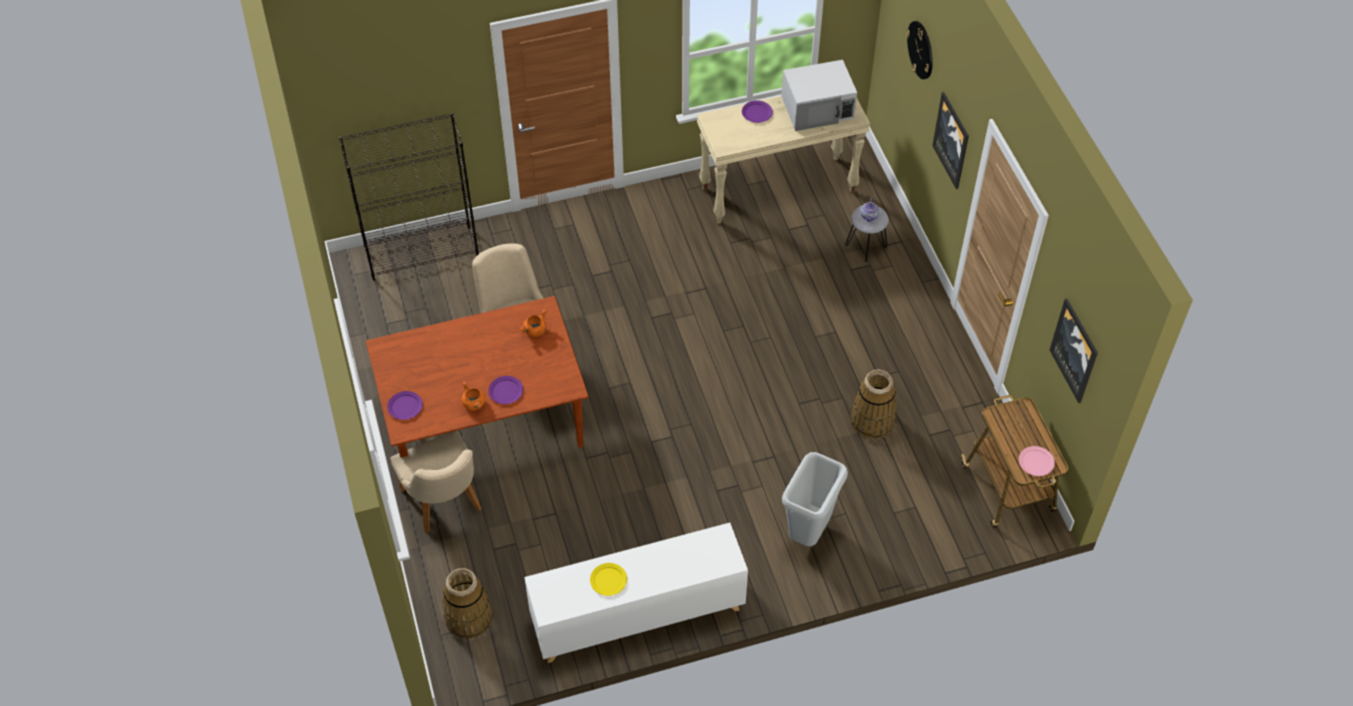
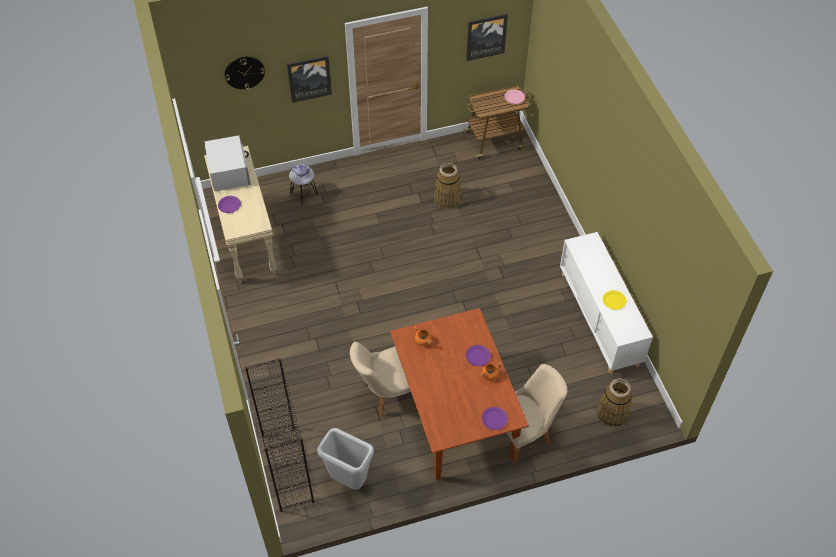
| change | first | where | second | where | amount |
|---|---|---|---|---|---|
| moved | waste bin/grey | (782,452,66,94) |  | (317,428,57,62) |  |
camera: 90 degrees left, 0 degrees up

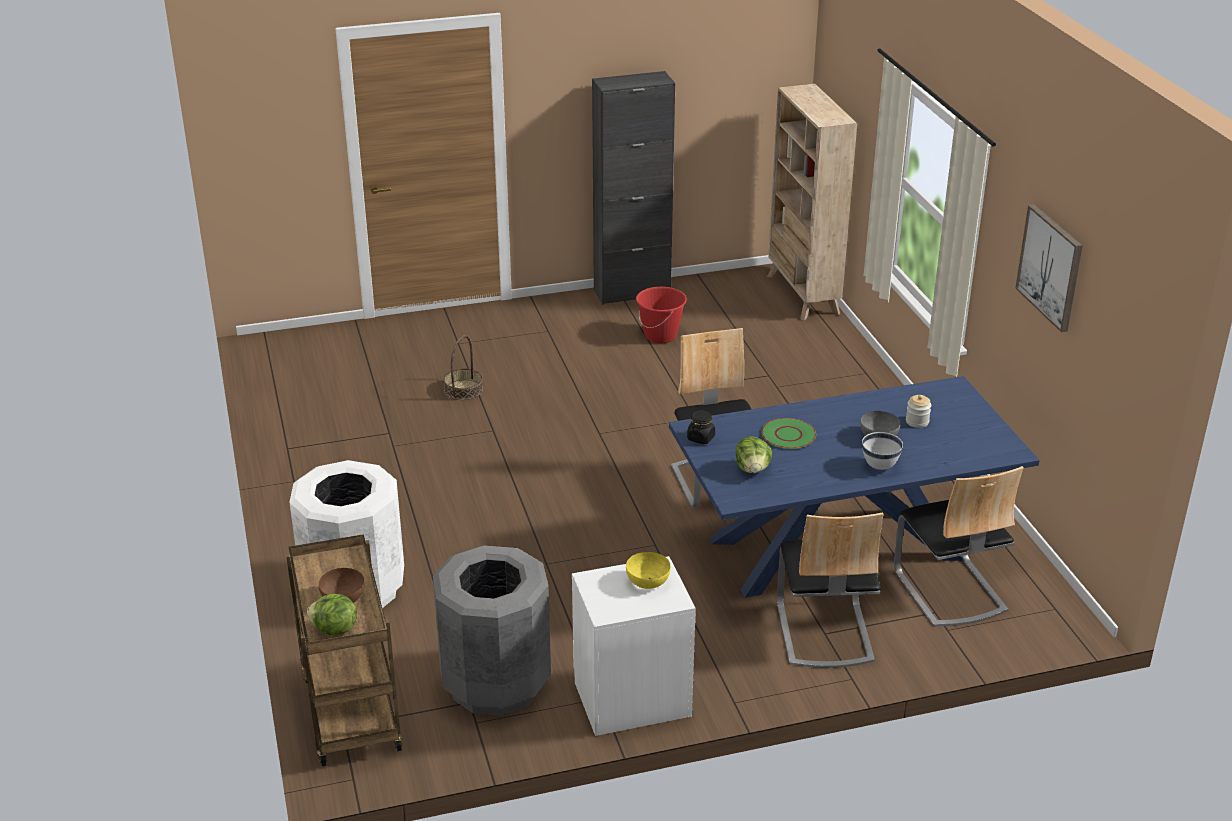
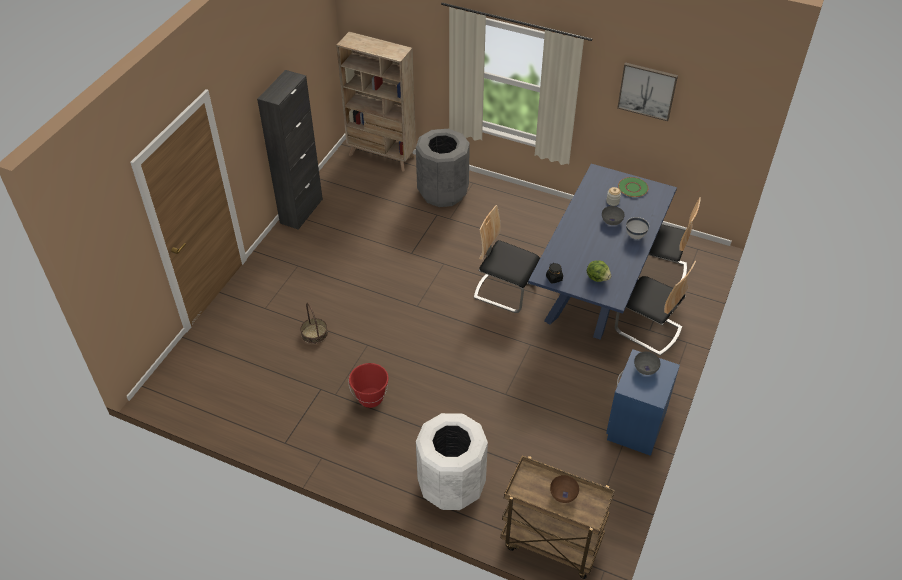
| change | first | where | second | where | amount |
|---|---|---|---|---|---|
| moved | pail/red-coloured | (636,287,51,56) |  | (349,363,39,45) |  |
| moved | flat dish/green-coloured | (761,418,55,31) |  | (618,177,30,20) |  |
| moved | waste bin/grey | (433,545,118,171) |  | (416,129,54,78) |  |
| recoloured | serving bowl/yellowish | (626,552,45,37) | serving bowl/grey | (634,351,26,24) |  |
| recoloured | bedside table/white | (572,556,124,180) | bedside table/blue-coloured | (606,349,74,107) |  |
| removed | head of lettuce | (307,594,50,42) |  |  |  |
camera: 50 degrees left, 15 degrees up

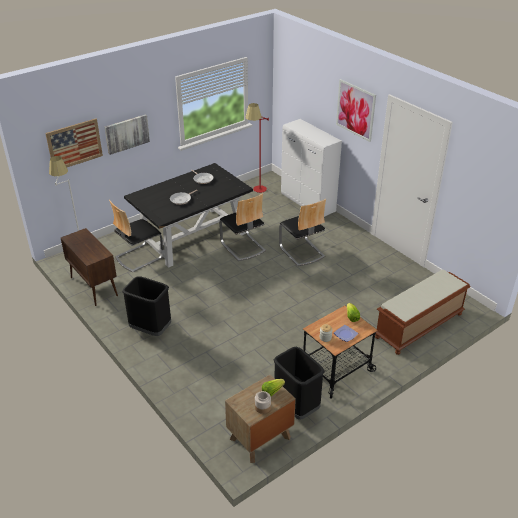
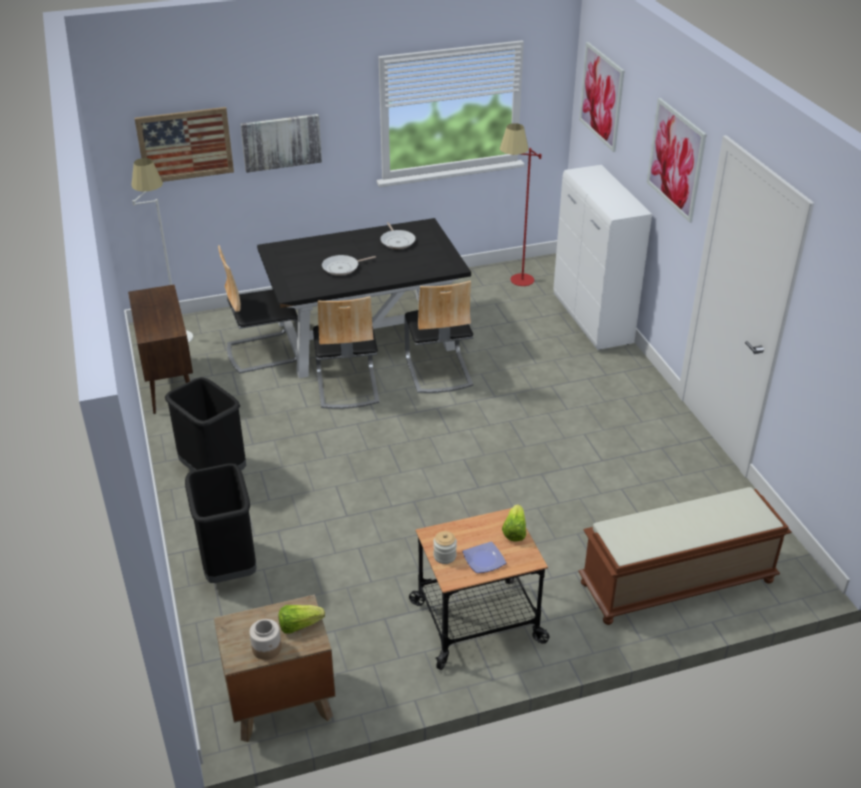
| change | first | where | second | where | amount |
|---|---|---|---|---|---|
| moved | upright chair | (279,199,47,67) |  | (313,296,67,113) |  |
| moved | waste bin/black-coloured | (274,346,51,74) |  | (185,463,72,120) |  |
| added |  |  | wall art | (579,42,45,110) |  |
camera: 20 degrees right, 0 degrees up

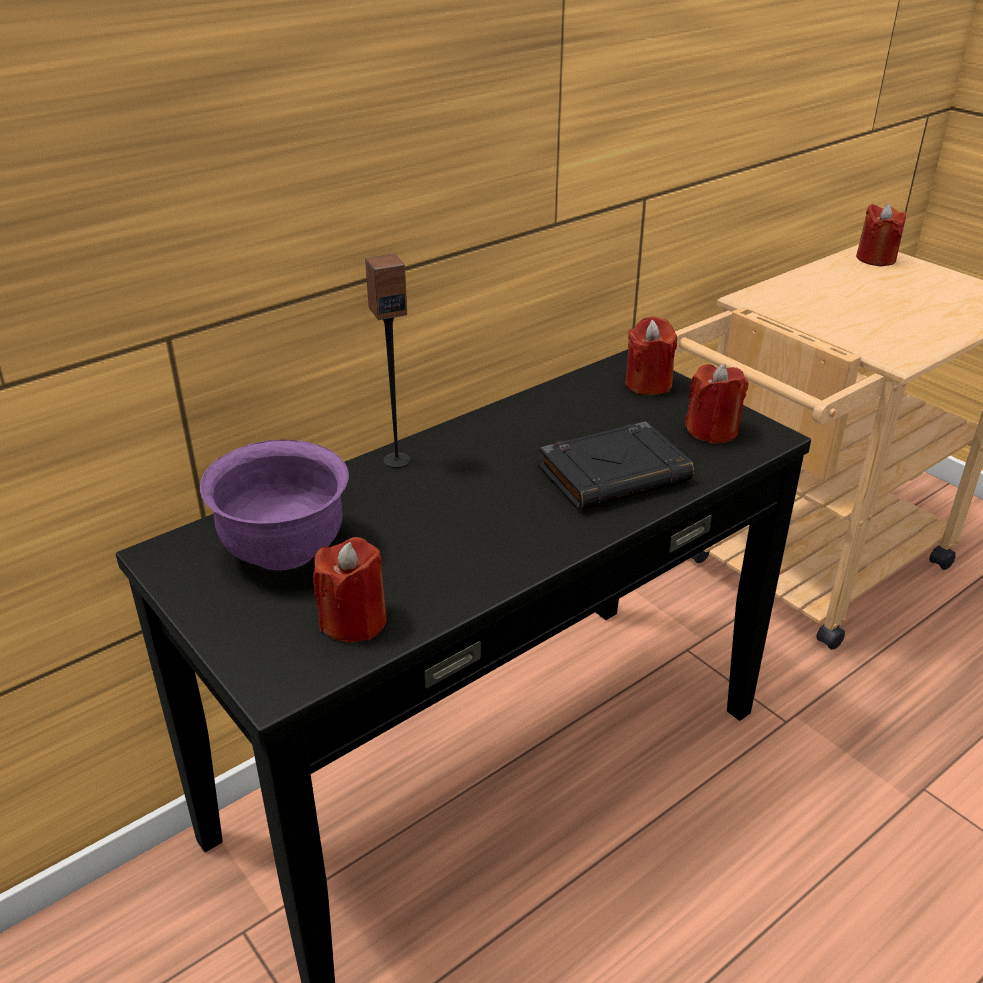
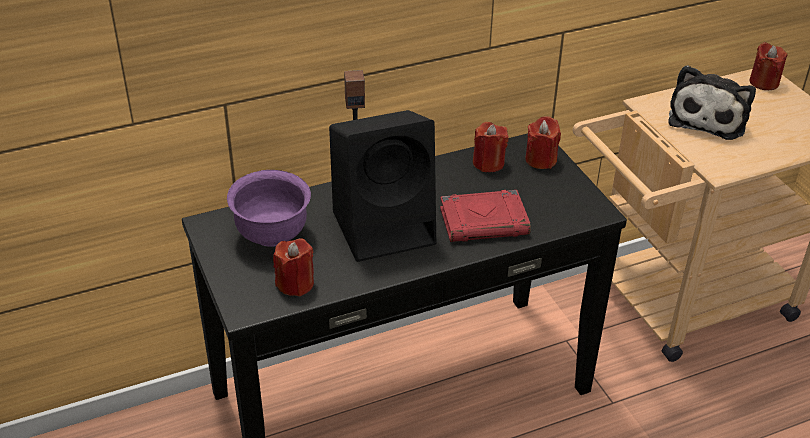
| change | first | where | second | where | amount |
|---|---|---|---|---|---|
| moved | candle/red-coloured | (685,364,64,80) |  | (473,122,36,50) |  |
| recoloured | book/black-coloured | (538,421,156,90) | book/red-coloured | (440,190,91,52) |  |
| added |  |  | cuddly toy | (668,65,88,75) |  |
| added |  |  | speaker/black-coloured | (329,110,107,152) |  |
camera: 15 degrees right, 5 degrees up

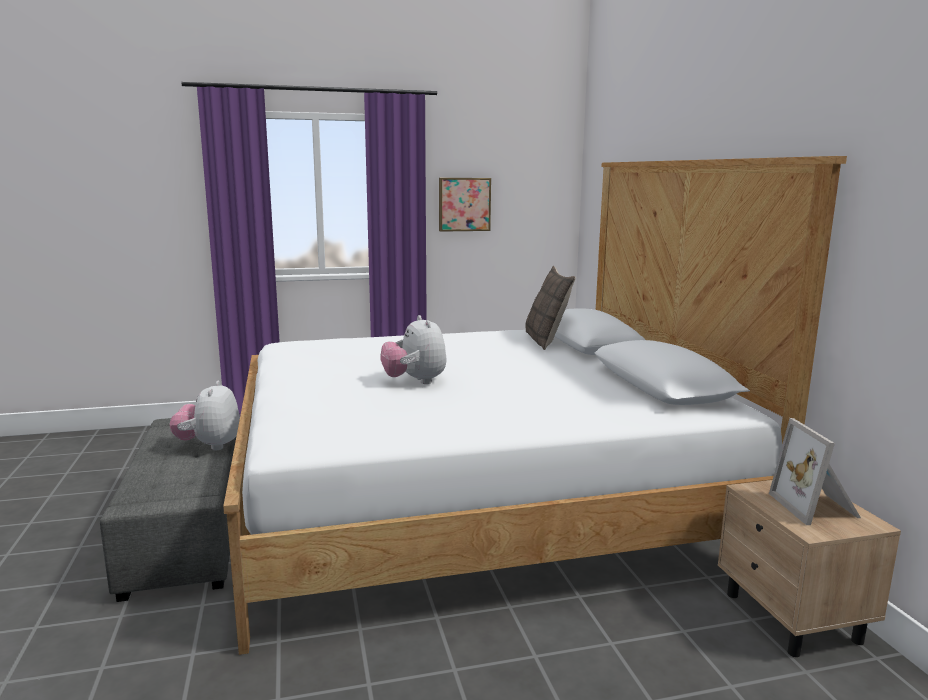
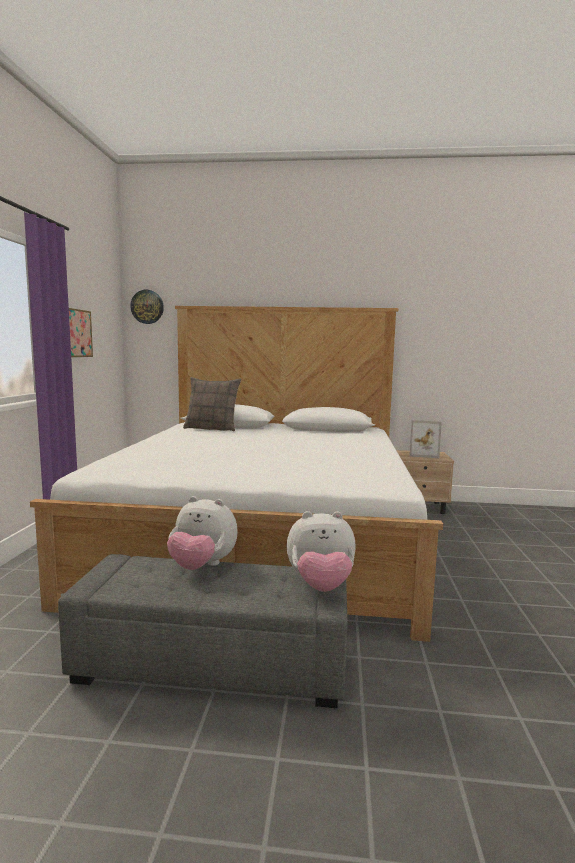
| change | first | where | second | where | amount |
|---|---|---|---|---|---|
| moved | cuddly toy | (380,315,66,69) |  | (287,511,69,81) |  |
| added |  |  | clock on the wall | (130,290,34,34) |  |
camera: 70 degrees left, 5 degrees down

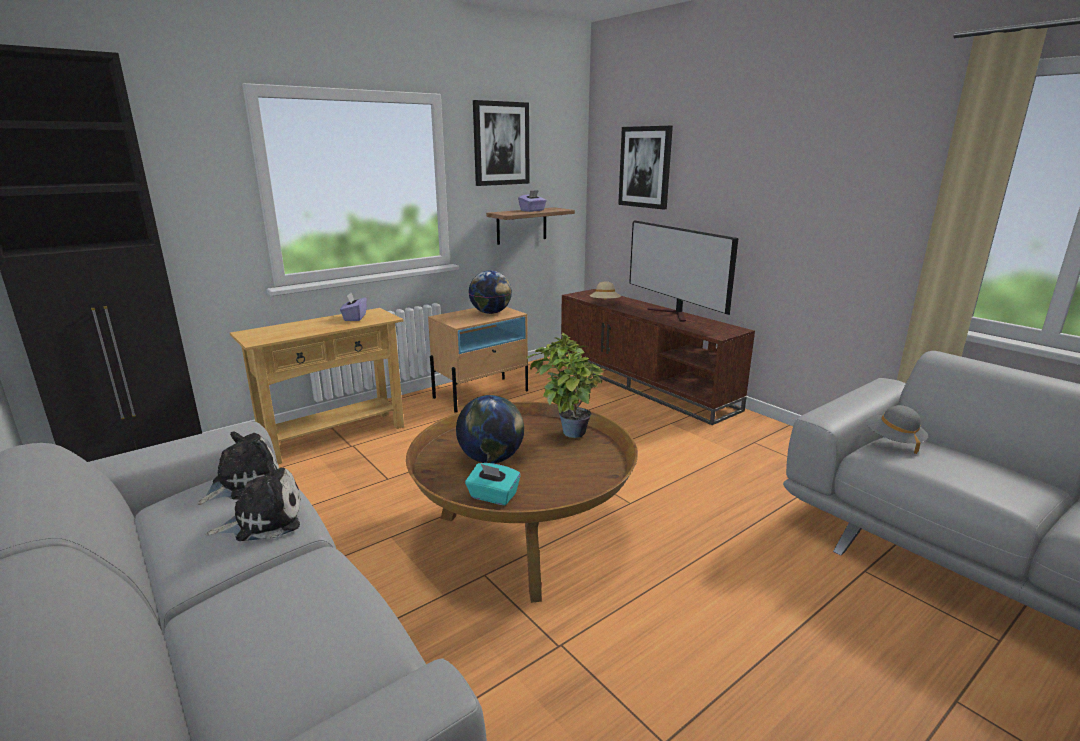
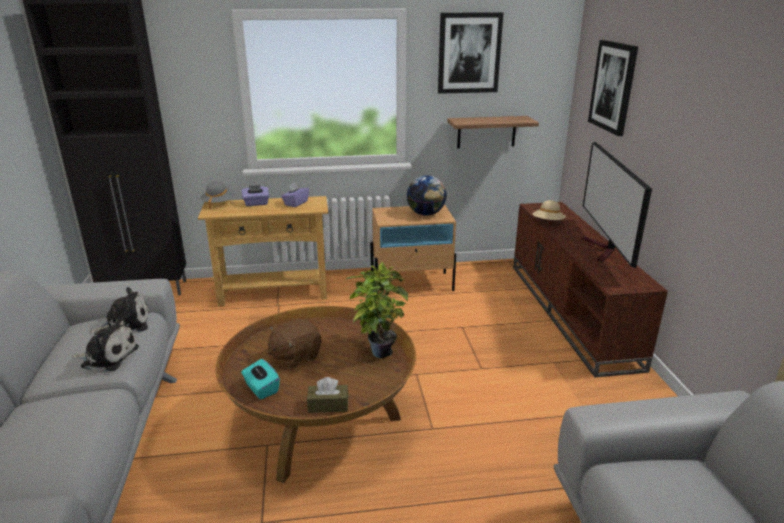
| change | first | where | second | where | amount |
|---|---|---|---|---|---|
| moved | box of tissues/purplish | (518,190,29,22) |  | (242,185,27,21) |  |
| replaced | world globe | (456,395,68,69) | cuddly toy/brown | (268,318,53,51) |  |
| moved | wearable hat/grey | (866,405,62,49) |  | (201,181,34,28) |  |
| added |  |  | box of tissues/brown | (307,377,41,36) |  |
camera: 30 degrees right, 5 degrees up

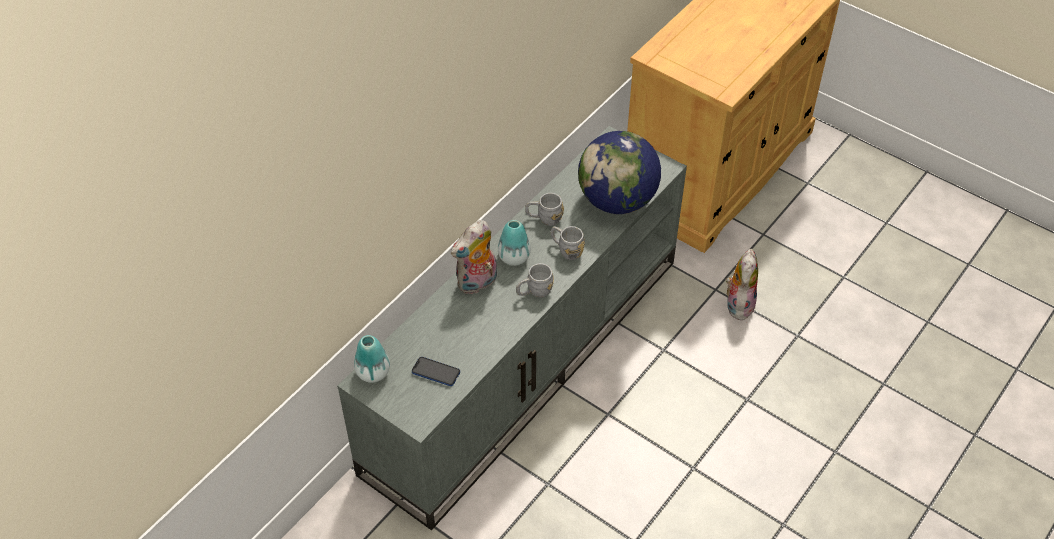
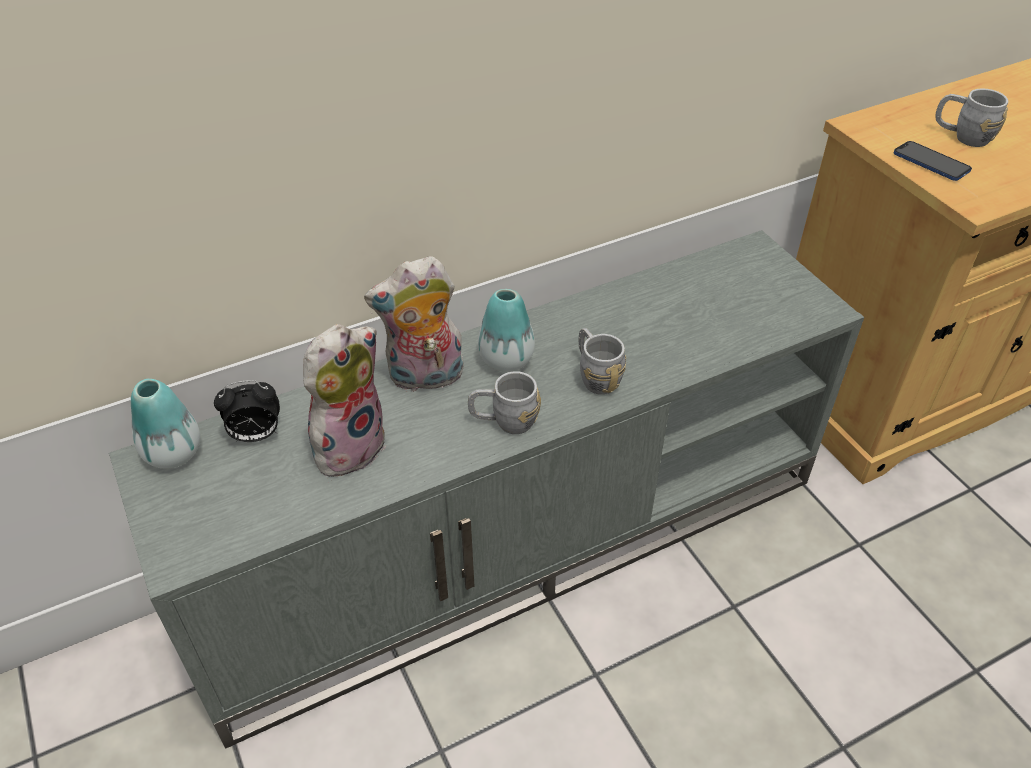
| change | first | where | second | where | amount |
|---|---|---|---|---|---|
| removed | world globe | (578,131,83,83) |  |  |  |
| moved | mug/grey | (525,193,39,33) |  | (935,89,73,58) |  |
| moved | cuddly toy | (726,249,32,72) |  | (303,324,83,153) |  |
| moved | handset | (412,357,48,29) |  | (894,141,78,40) |  |
| added |  |  | alarm clock | (214,380,66,62) |  |
camera: 25 degrees right, 5 degrees down

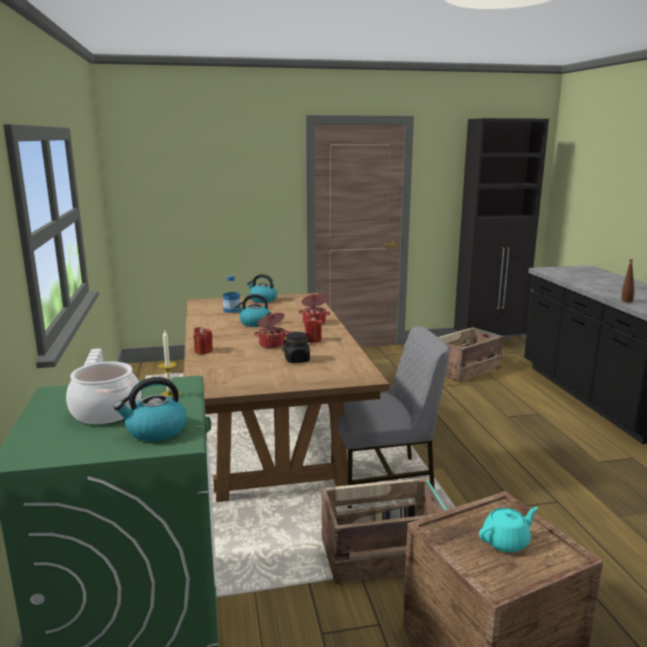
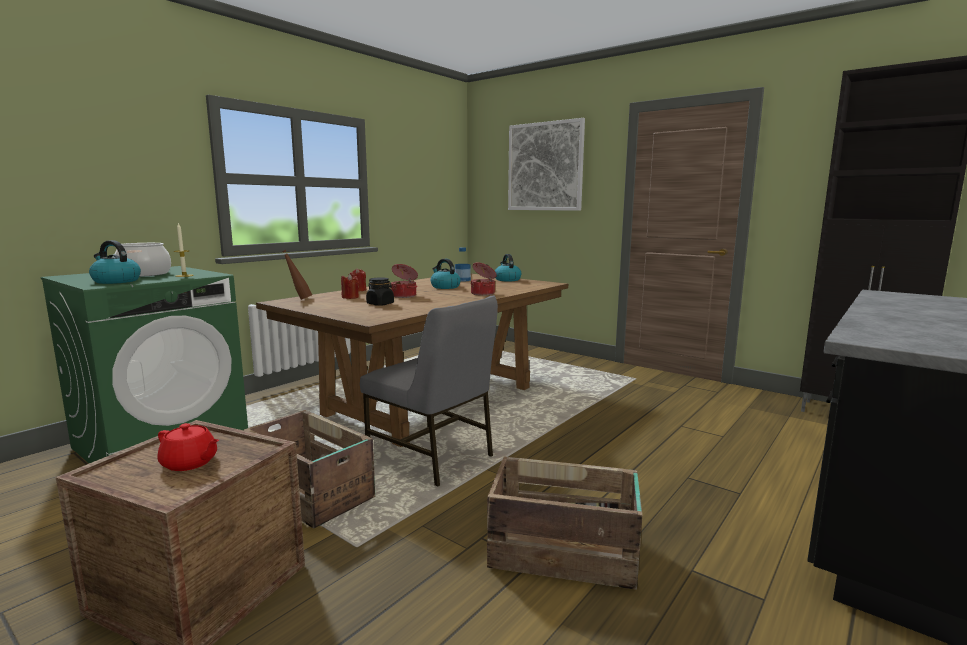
| change | first | where | second | where | amount |
|---|---|---|---|---|---|
| moved | beverage bottle/brown | (621,259,14,43) |  | (282,250,30,50) |  |
| moved | candle/red-coloured | (305,317,17,26) |  | (341,274,18,25) |  |
| moved | shipping crate | (438,327,65,55) |  | (487,457,155,133) |  |
| recoloured | tea pot/turquoise-coloured | (479,507,59,45) | tea pot/red-coloured | (157,423,62,48) |  |
| added |  |  | wall art | (508,118,77,93) |  |
camera: 50 degrees right, 5 degrees down

